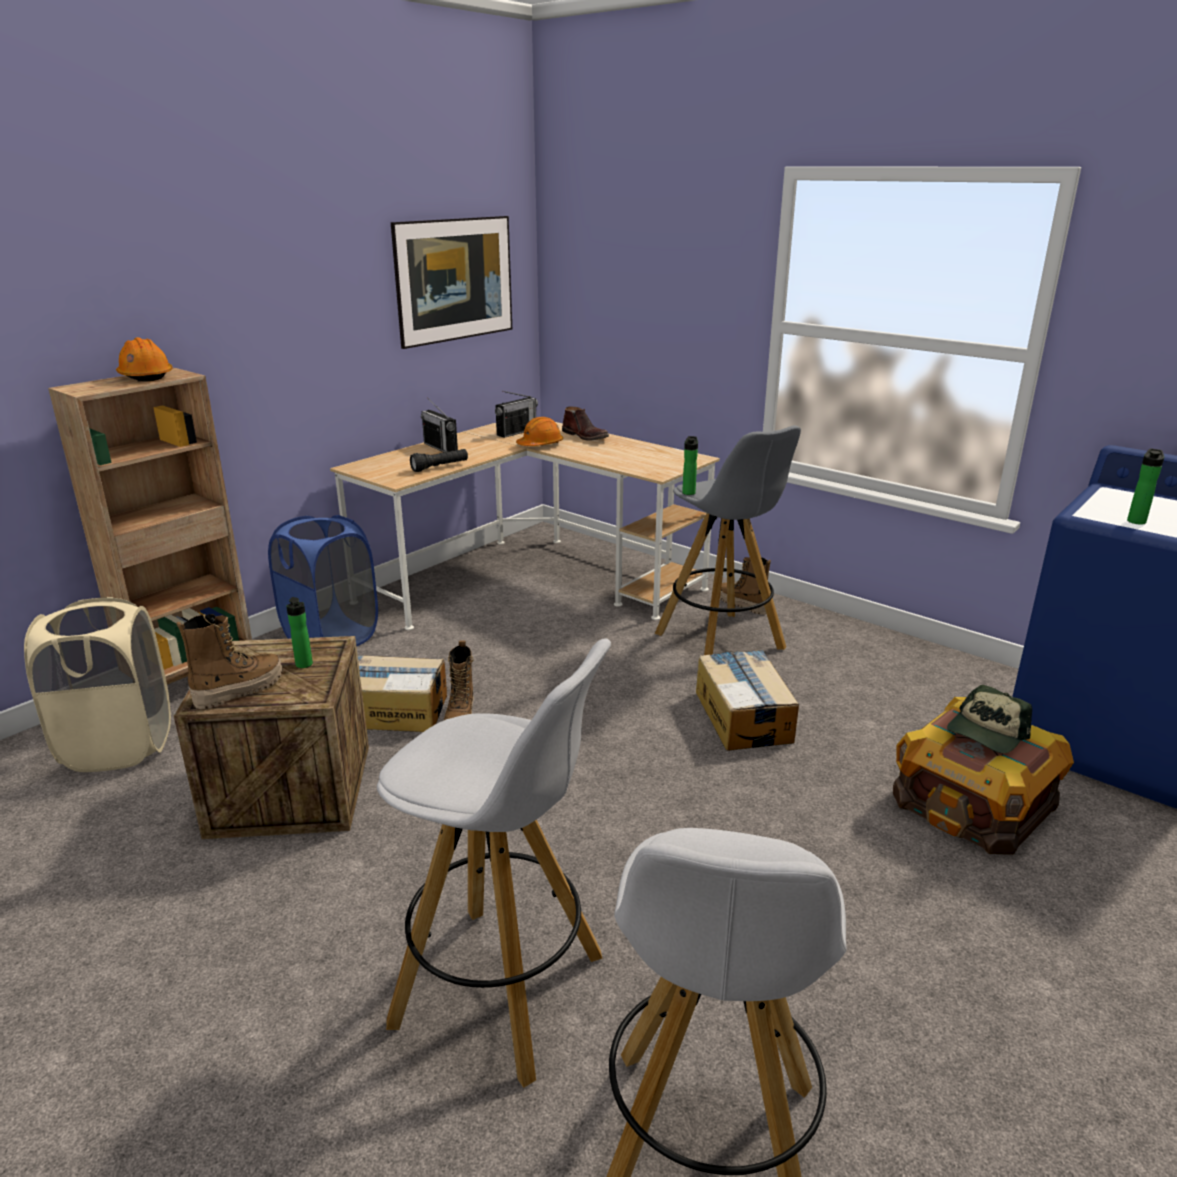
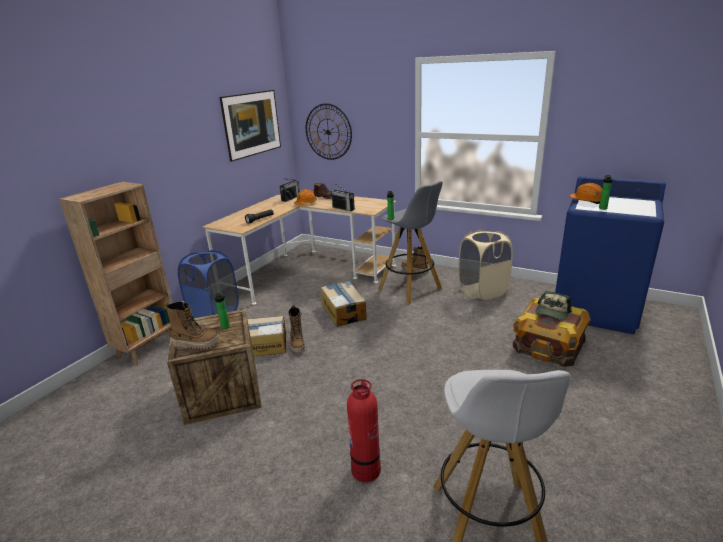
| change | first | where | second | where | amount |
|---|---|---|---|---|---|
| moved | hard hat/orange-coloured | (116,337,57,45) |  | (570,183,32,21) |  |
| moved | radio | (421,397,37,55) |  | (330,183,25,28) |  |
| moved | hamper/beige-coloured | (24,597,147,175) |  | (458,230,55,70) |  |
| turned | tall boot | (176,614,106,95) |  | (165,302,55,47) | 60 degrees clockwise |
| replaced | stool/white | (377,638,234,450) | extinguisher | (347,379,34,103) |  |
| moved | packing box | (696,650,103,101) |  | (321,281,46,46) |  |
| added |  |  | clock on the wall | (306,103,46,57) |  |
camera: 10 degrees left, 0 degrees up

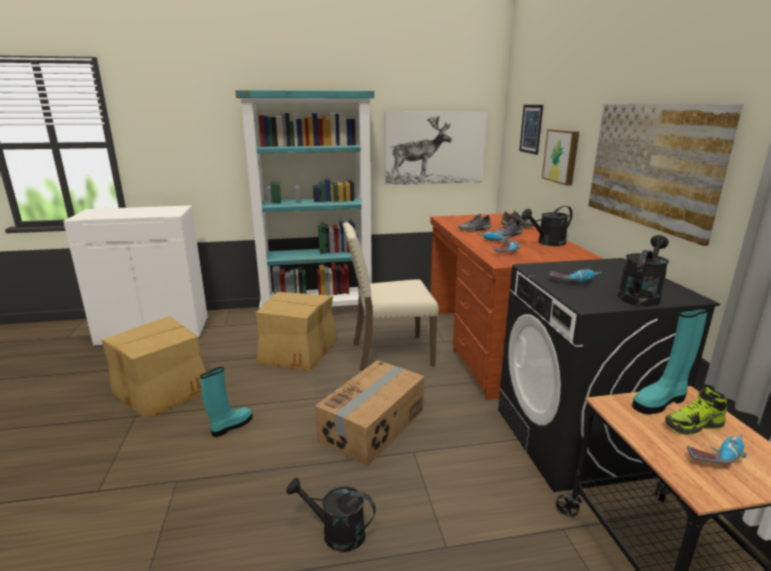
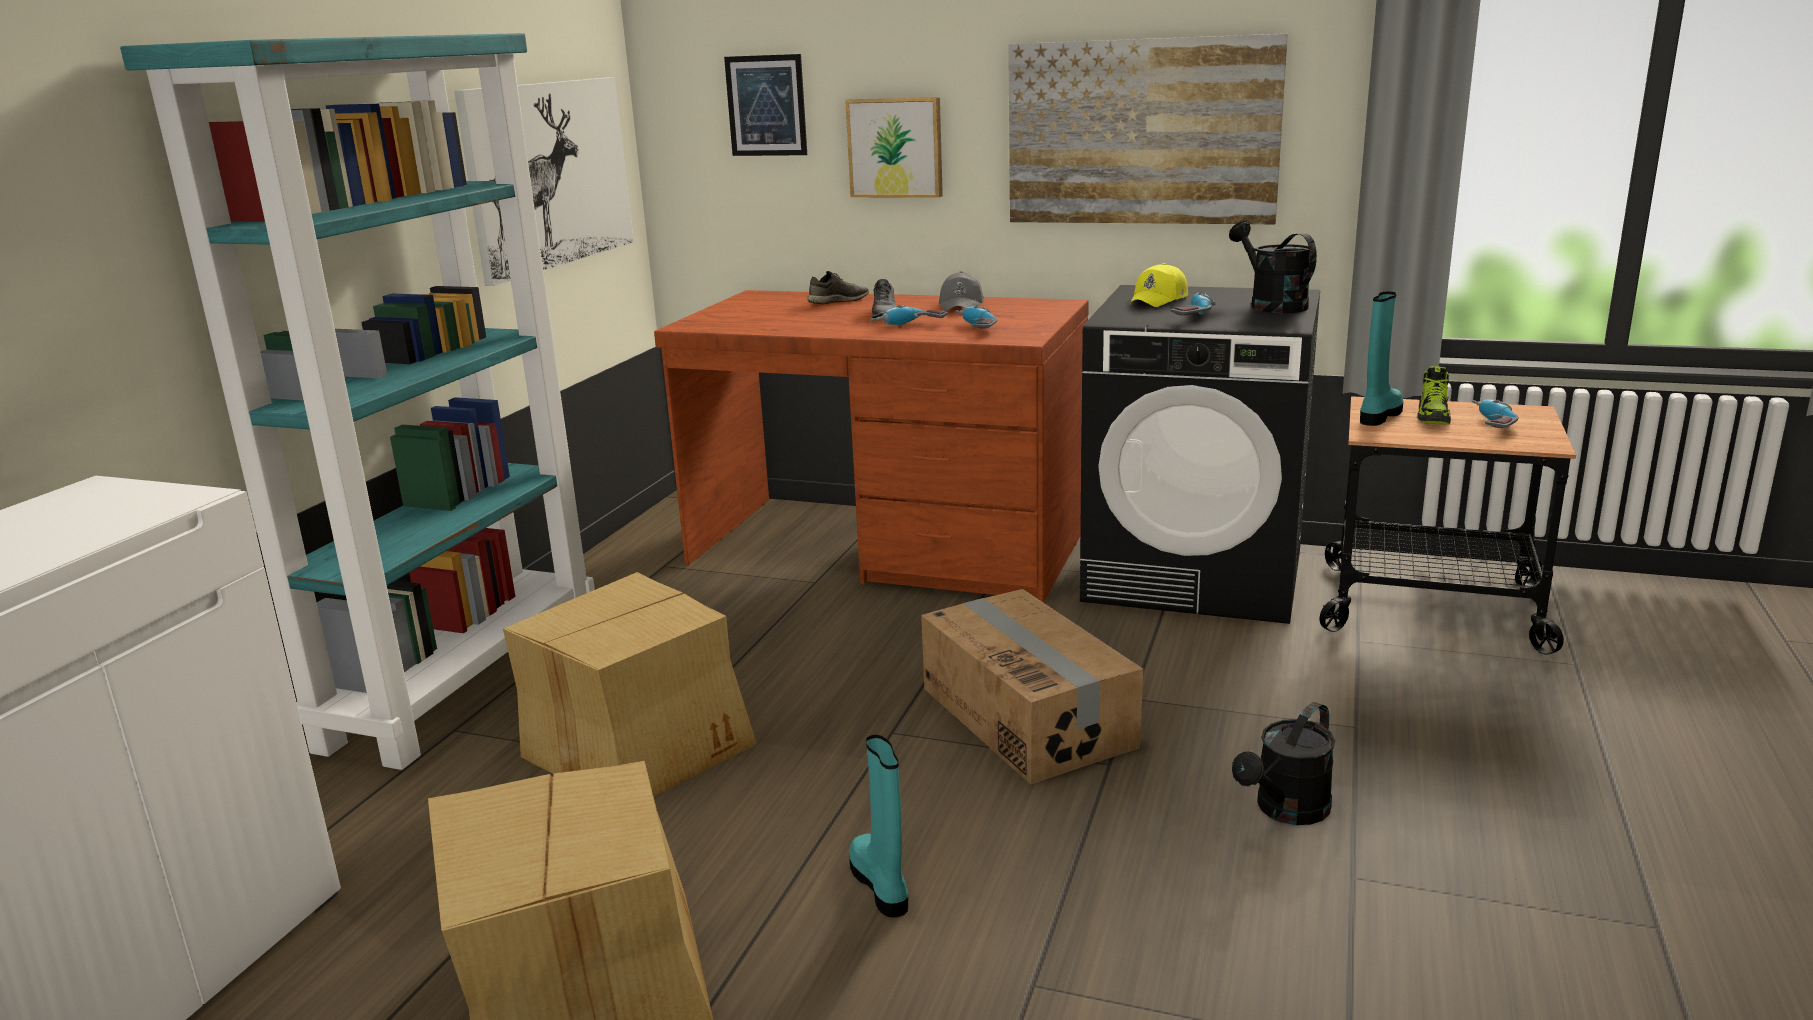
| change | first | where | second | where | amount |
|---|---|---|---|---|---|
| replaced | watering pot/black-coloured | (521,206,52,40) | baseball cap/grey | (939,271,45,41) |  |
| removed | item of footwear/grey | (458,214,33,18) |  |  |  |
| removed | upright chair/beige-coloured | (342,222,97,149) |  |  |  |
| turned | tall boot/turquoise-coloured | (632,307,76,107) |  | (1360,291,43,135) | 150 degrees counterclockwise |
| added |  |  | baseball cap/yellowish | (1130,263,58,44) |  |
camera: 60 degrees left, 0 degrees up

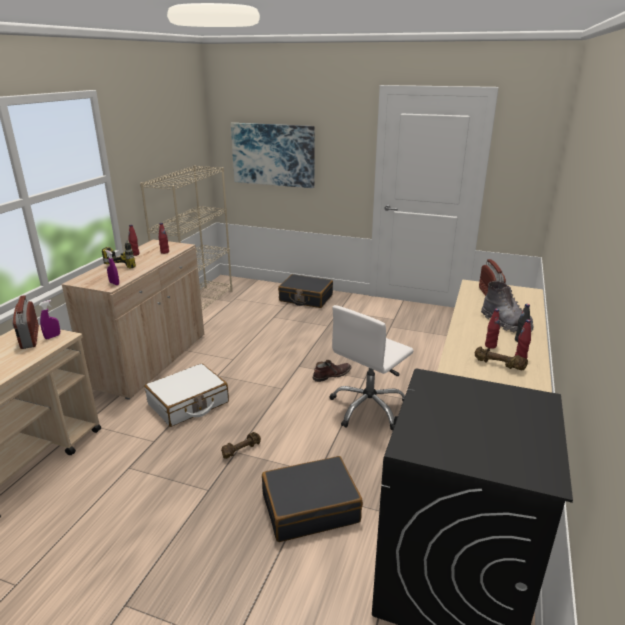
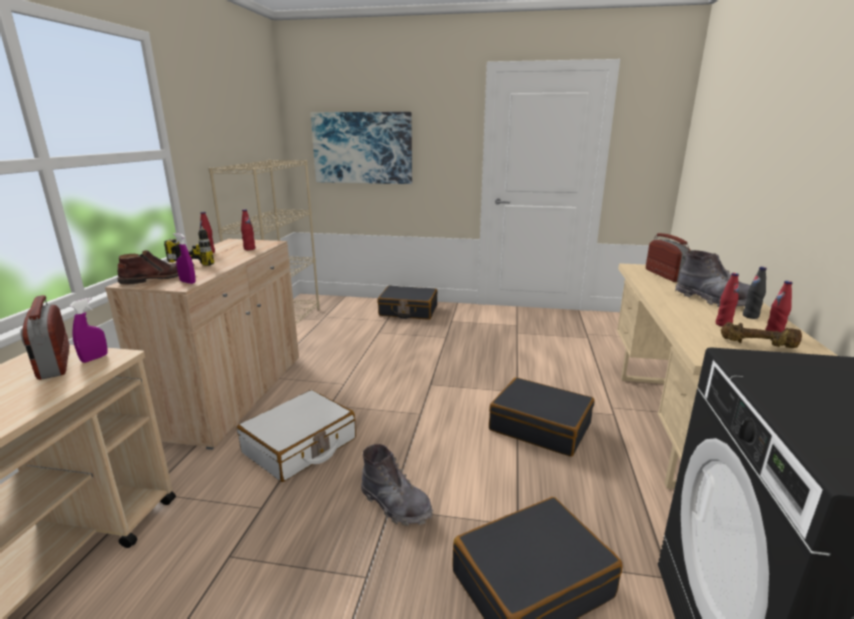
| change | first | where | second | where | amount |
|---|---|---|---|---|---|
| replaced | desk chair/white | (329,305,85,125) | suitcase/black-coloured | (489,377,105,80) |  |
| moved | tall boot/brown | (312,360,39,22) |  | (118,250,76,35) |  |
| replaced | hand weight/brown | (221,432,40,27) | tall boot/grey | (361,444,72,82) |  |
camera: 10 degrees left, 5 degrees down

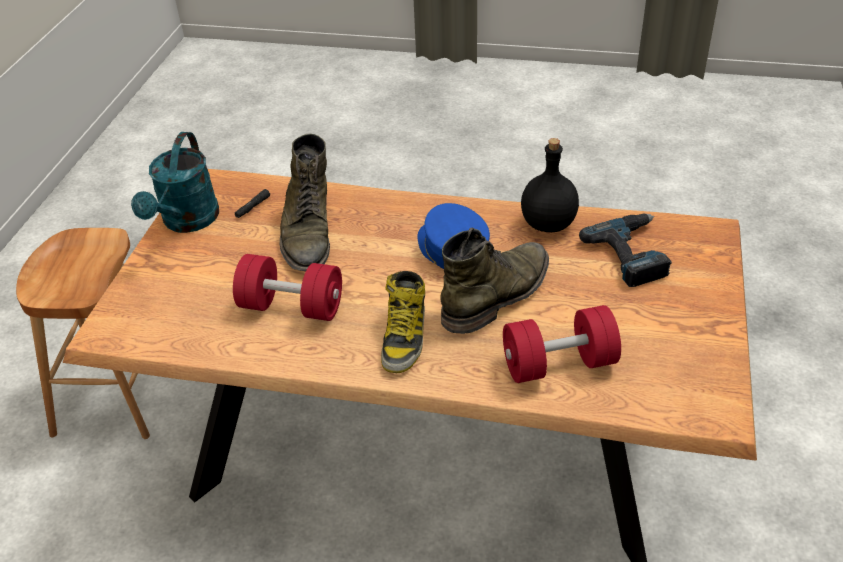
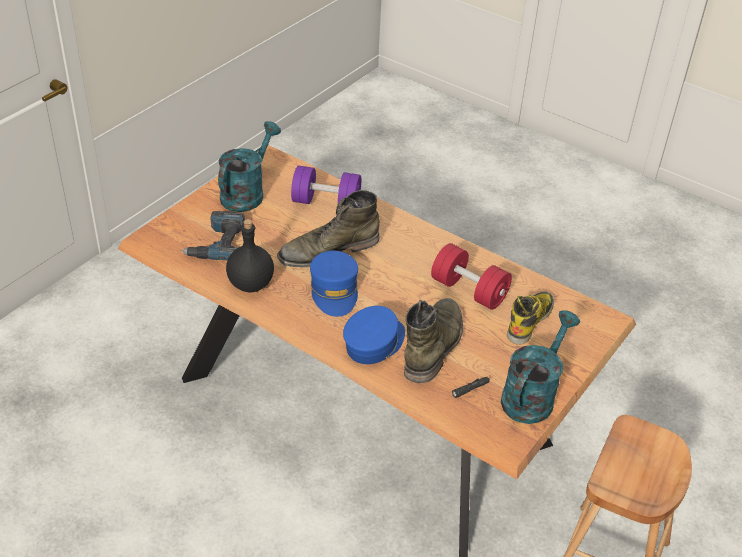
| change | first | where | second | where | amount |
|---|---|---|---|---|---|
| moved | tall boot | (381,271,44,102) |  | (507,292,47,53) |  |
| recoloured | hand weight/red-coloured | (503,305,118,78) | hand weight/purplish | (291,165,70,44) |  |
| added |  |  | watering pot/turquoise-coloured | (218,121,63,91) |  |
| added |  |  | baseball cap/blue-coloured | (343,306,62,58) |  |
camera: 160 degrees left, 0 degrees up

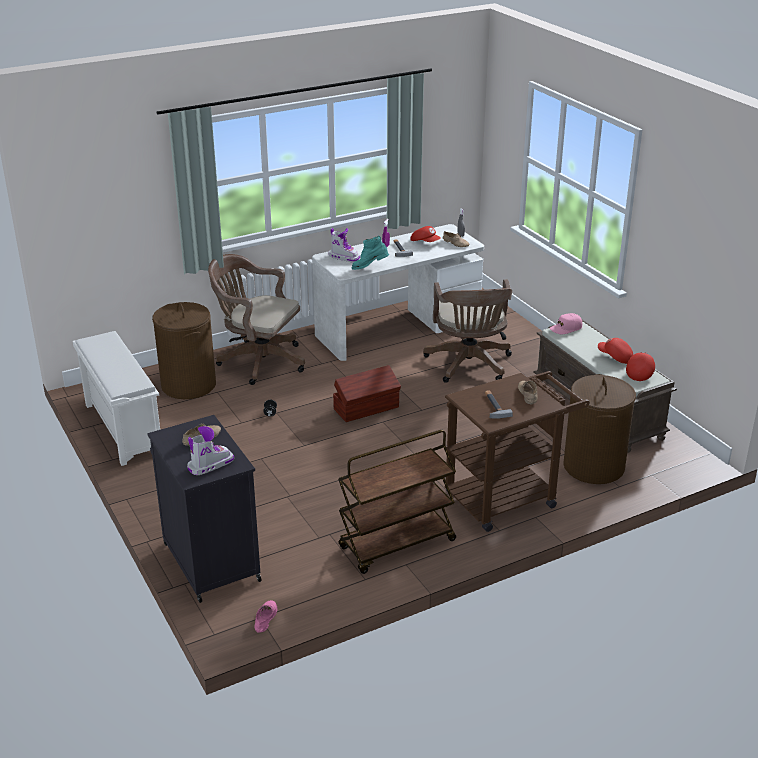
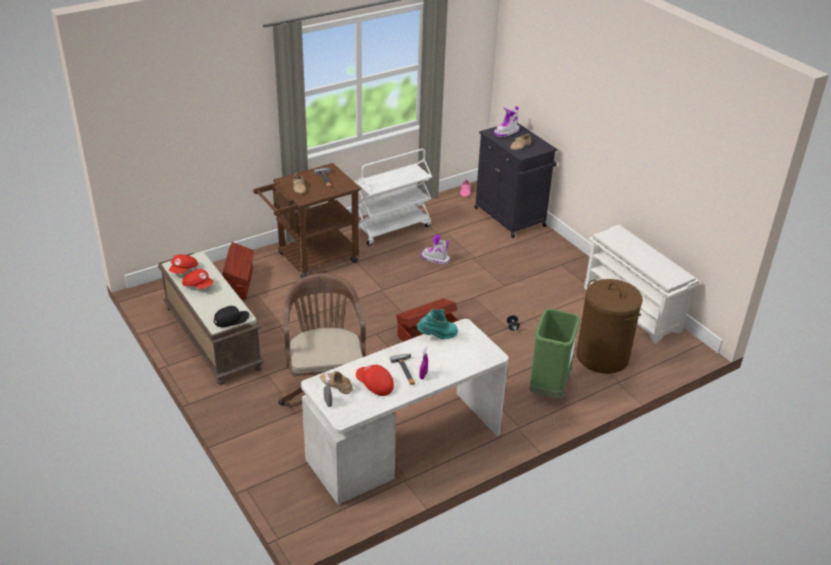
| change | first | where | second | where | amount |
|---|---|---|---|---|---|
| moved | tall boot | (328,228,32,34) |  | (421,235,29,30) |  |
| replaced | desk chair/brown | (208,254,97,131) | waste bin/green-coloured | (529,309,51,90) |  |
| recoloured | baseball cap/pink-coloured | (549,313,34,21) | baseball cap/black-coloured | (214,306,36,21) |  |
| replaced | hamper/brown | (563,374,73,110) | storage bin/brown | (222,242,32,58) |  |
| recoloured | wheeled cart/brown | (338,430,118,144) | wheeled cart/white | (355,149,77,97) |  |
camera: 175 degrees right, 5 degrees up

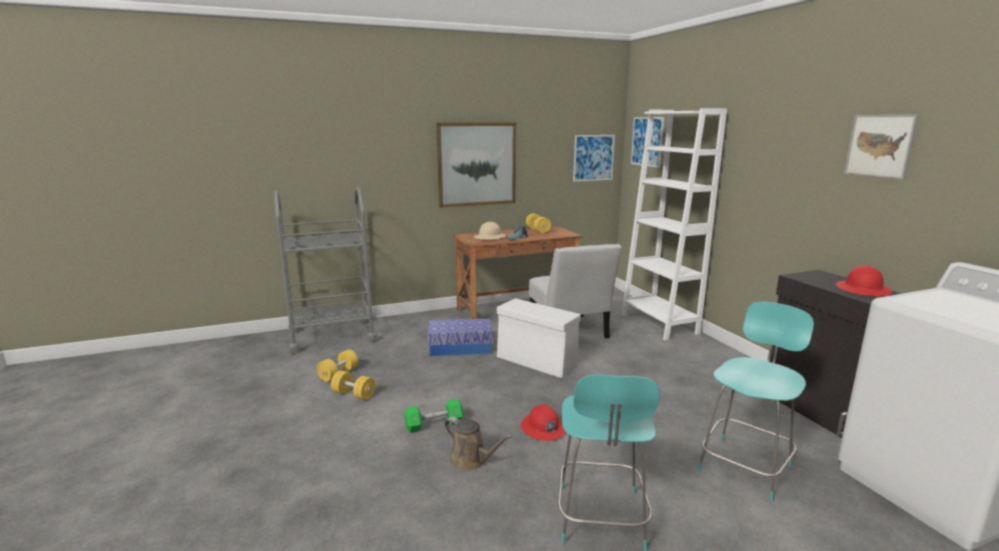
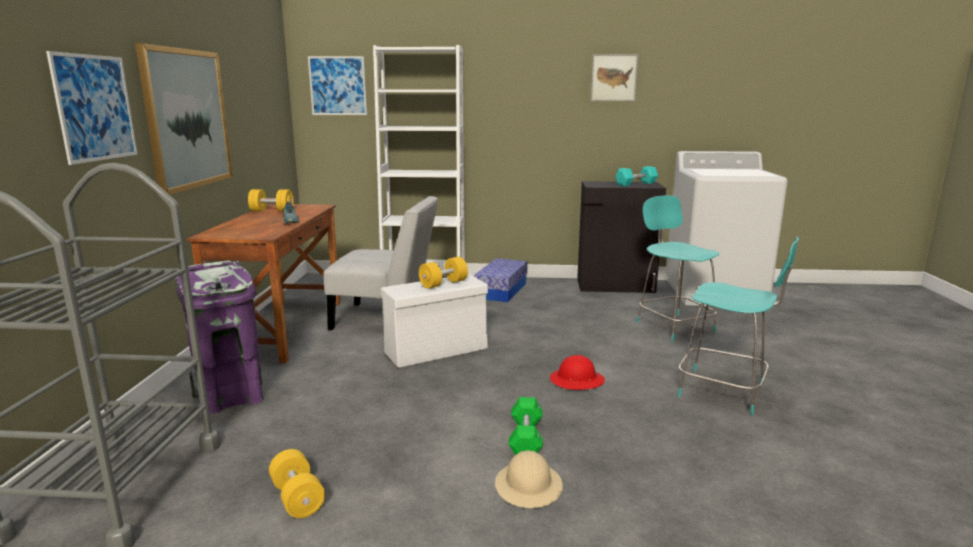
| change | first | where | second | where | amount |
|---|---|---|---|---|---|
| moved | wall art | (573,135,42,47) |  | (46,51,92,114) |  |
| moved | hard hat/beige-coloured | (474,222,32,18) |  | (495,450,68,58) |  |
| replaced | hard hat/red-coloured | (836,265,57,32) | hand weight/turquoise-coloured | (615,166,43,20) |  |
| moved | storage bin | (427,318,66,38) |  | (474,258,53,44) |  |
| moved | hand weight/yellowish | (331,370,44,30) |  | (419,257,49,32) |  |
| removed | watering pot/brown | (445,417,68,54) |  |  |  |
| added |  |  | waste bin/purplish | (175,260,89,154) |  |
camera: 65 degrees left, 0 degrees up

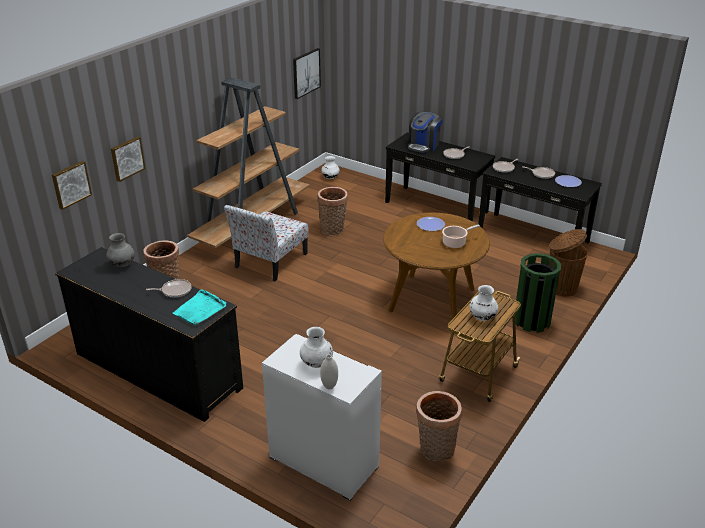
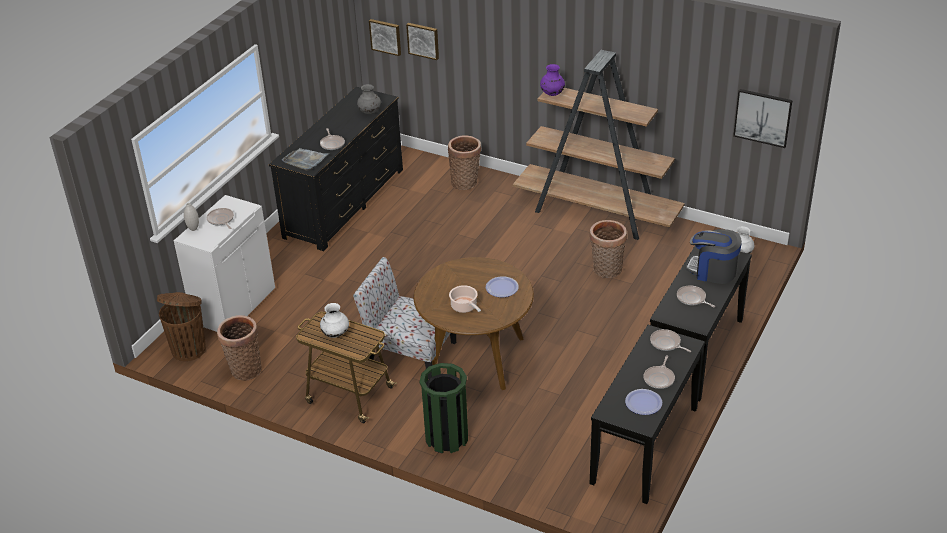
| change | first | where | second | where | amount |
|---|---|---|---|---|---|
| moved | wall art | (111,136,35,46) |  | (369,19,32,37) |  |
| moved | upright chair | (224,205,85,76) |  | (353,257,103,123) |  |
| moved | waste bin/brown | (549,229,39,67) |  | (157,292,49,69) |  |
| recoloured | carrying tray/turquoise-coloured | (173,289,53,37) | carrying tray/grey | (282,148,48,23) |  |
| replaced | flower vase/white | (300,327,33,41) | pan | (207,208,27,21) |  |
| added |  |  | flower vase/purplish | (540,64,25,32) |  |
camera: 85 degrees right, 5 degrees up

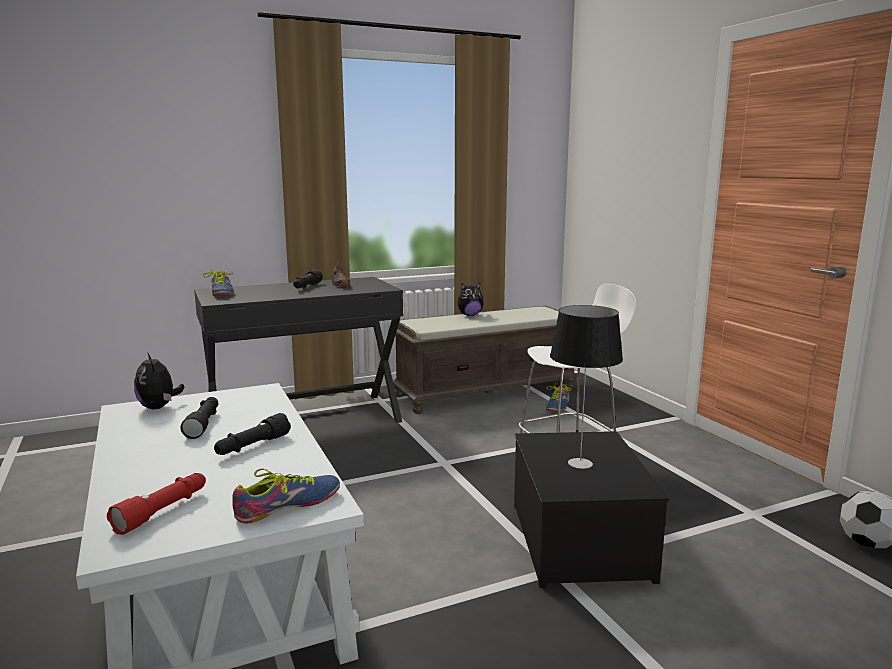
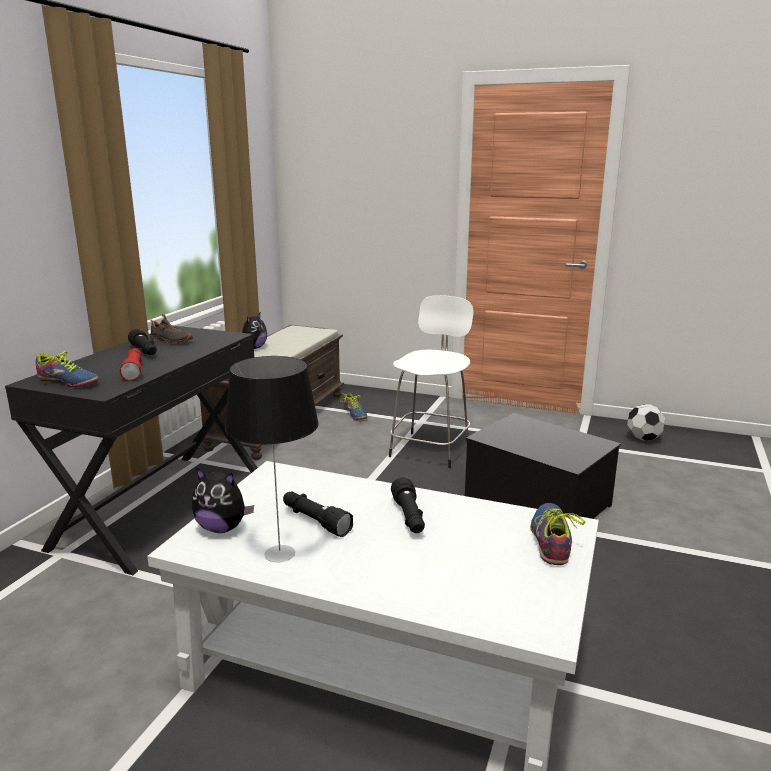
| change | first | where | second | where | amount |
|---|---|---|---|---|---|
| moved | lamp for a table | (550,305,73,164) |  | (225,356,94,207) |  |
| moved | flashlight/red-coloured | (107,473,99,62) |  | (120,348,22,33) |  |
camera: 45 degrees left, 5 degrees up

